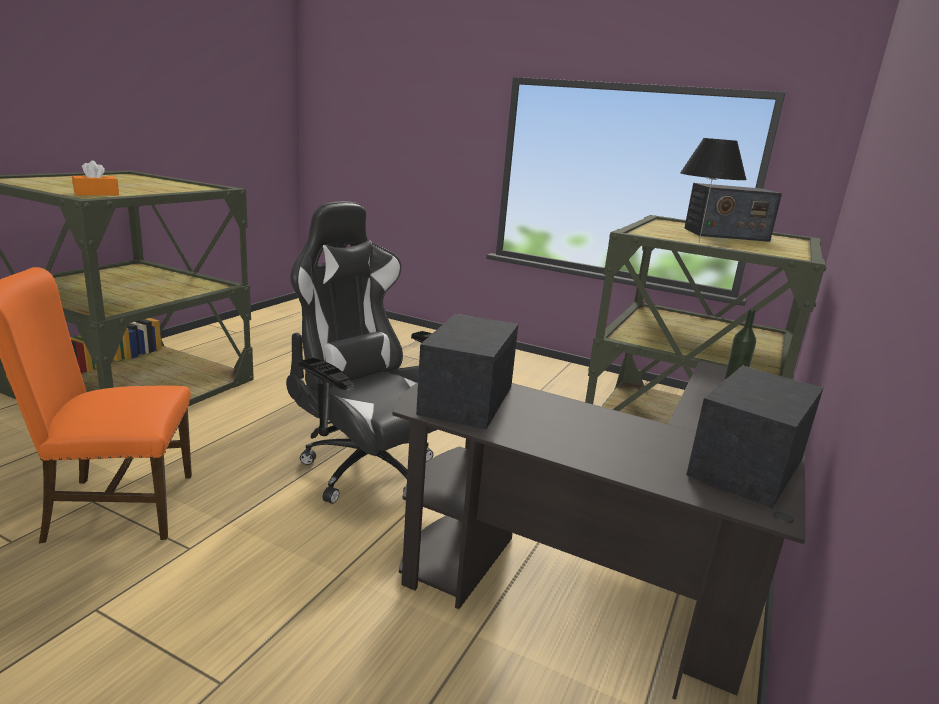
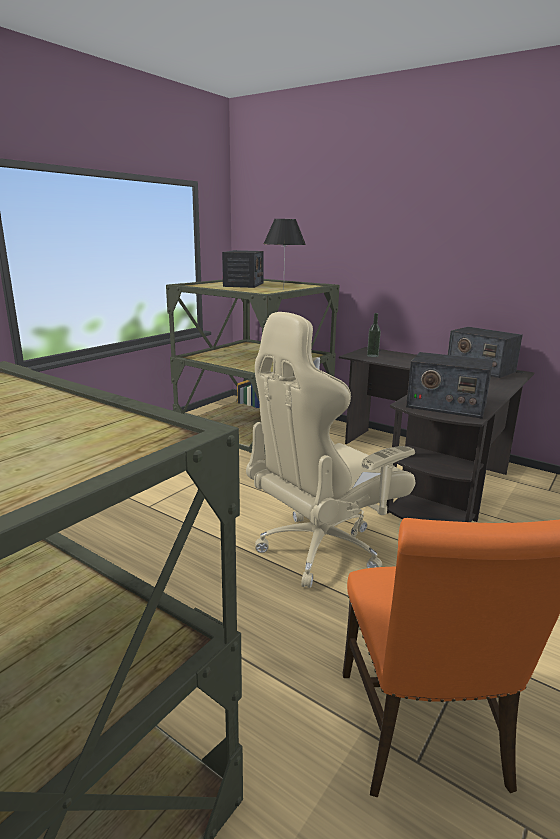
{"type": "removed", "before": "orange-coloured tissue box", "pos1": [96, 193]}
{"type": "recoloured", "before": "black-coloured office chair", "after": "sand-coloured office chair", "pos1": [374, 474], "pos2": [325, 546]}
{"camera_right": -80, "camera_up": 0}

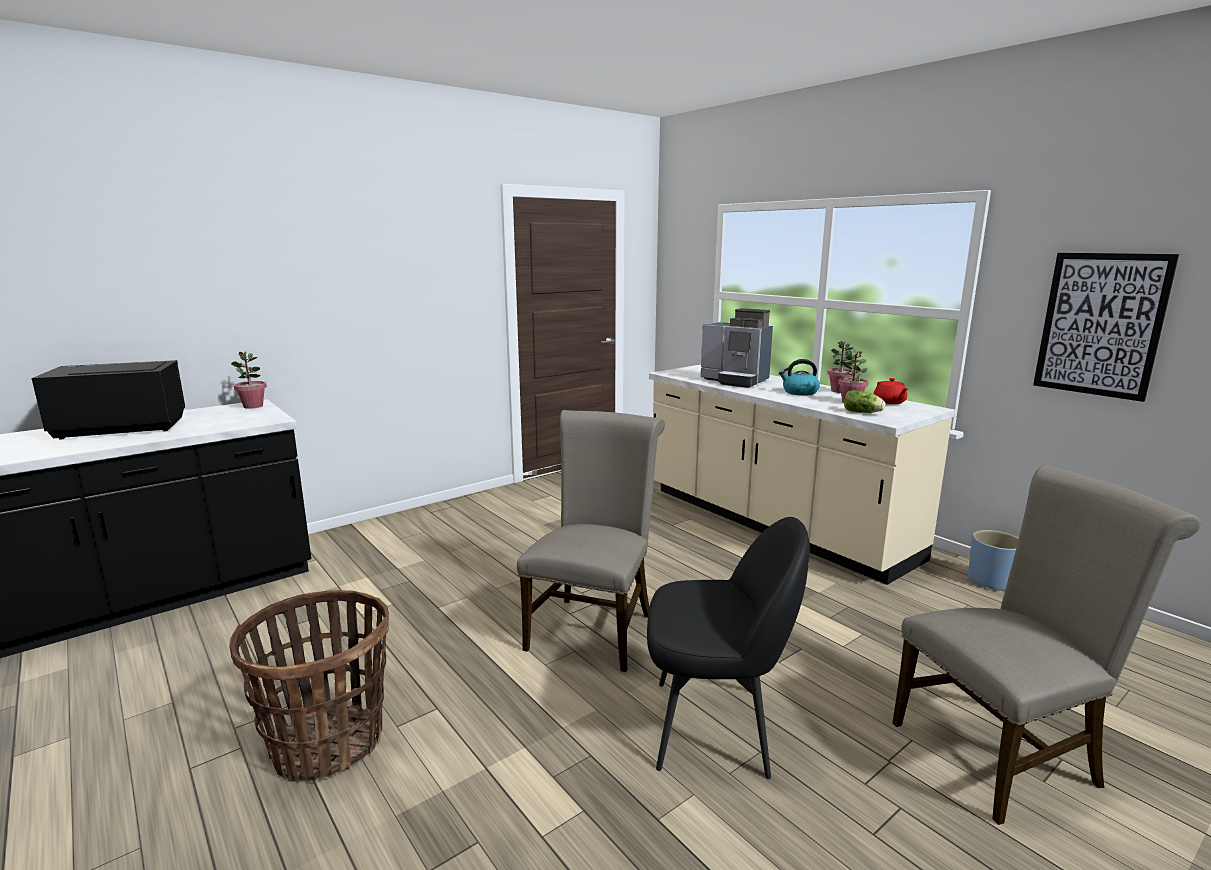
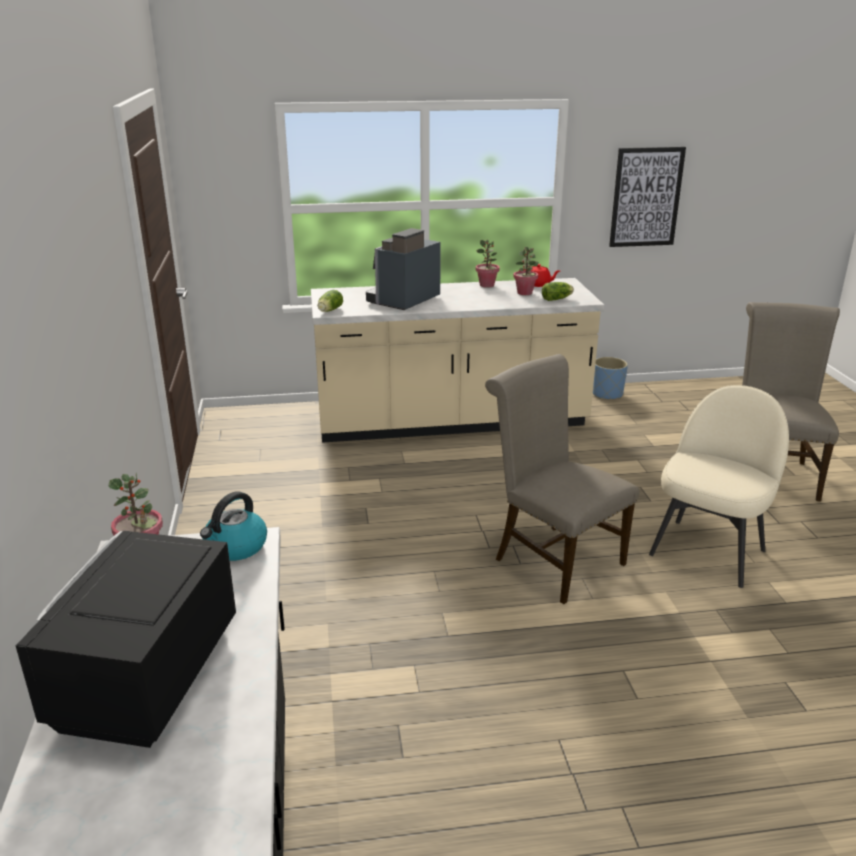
{"type": "turned", "before": "coffee brewer", "pos1": [735, 381], "pos2": [403, 301], "turn": 150}
{"type": "moved", "before": "water kettle", "pos1": [799, 392], "pos2": [235, 547]}
{"type": "recoloured", "before": "black-coloured chair", "after": "sand-coloured chair", "pos1": [715, 727], "pos2": [708, 551]}
{"type": "removed", "before": "basket", "pos1": [328, 743]}
{"type": "added", "after": "head of lettuce", "pos2": [329, 310]}
{"camera_right": -60, "camera_up": 10}

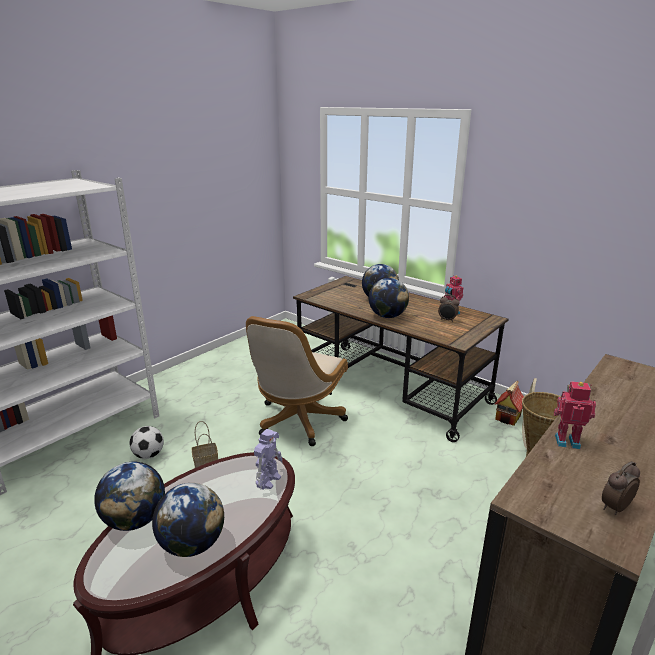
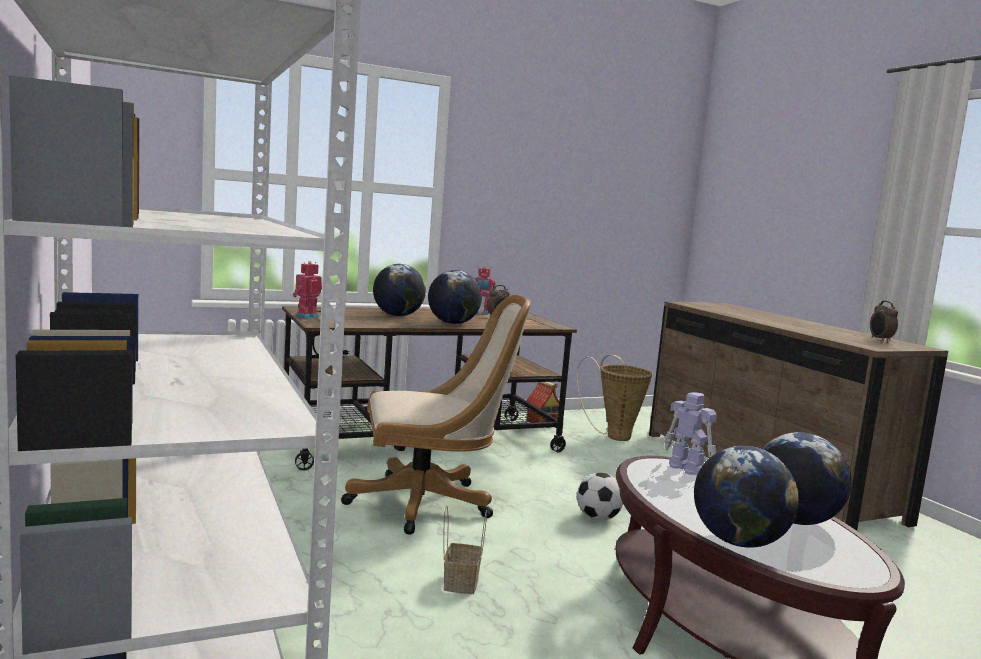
{"type": "turned", "before": "office chair", "pos1": [297, 423], "pos2": [430, 503], "turn": -60}
{"type": "moved", "before": "model robot", "pos1": [567, 440], "pos2": [306, 316]}
{"type": "moved", "before": "football ball", "pos1": [149, 455], "pos2": [598, 518]}
{"camera_right": -65, "camera_up": -15}

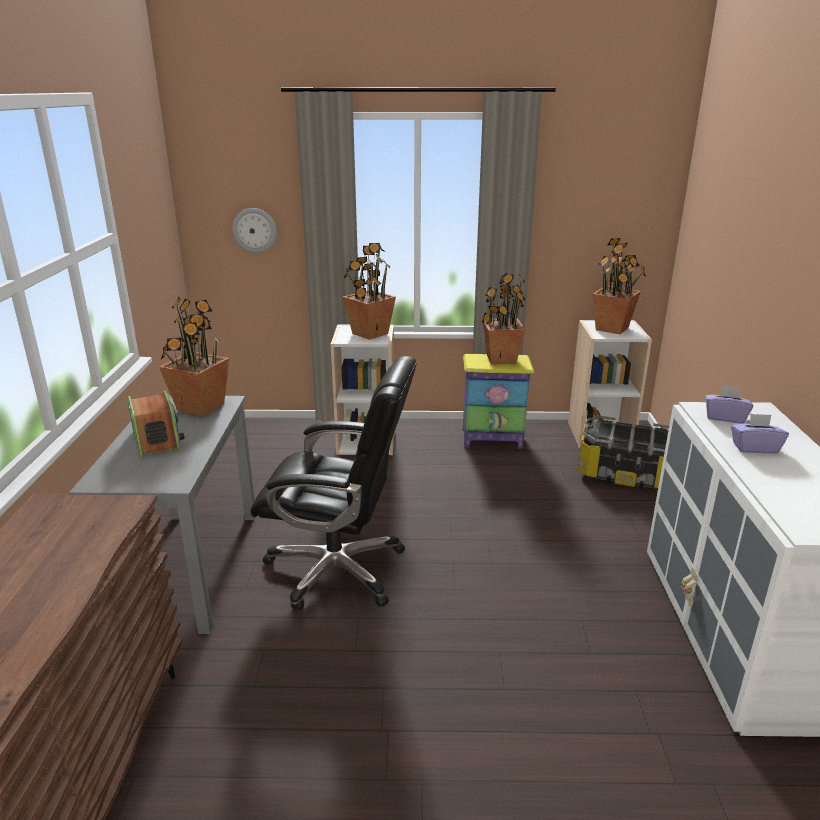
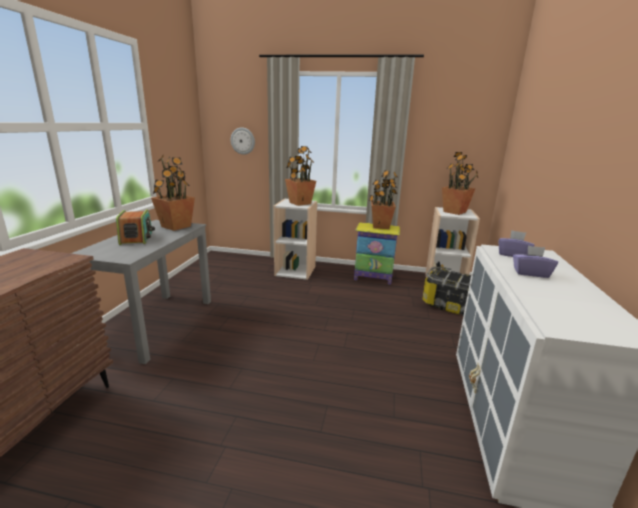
{"type": "removed", "before": "black-coloured office chair", "pos1": [338, 570]}
{"camera_right": 10, "camera_up": -5}

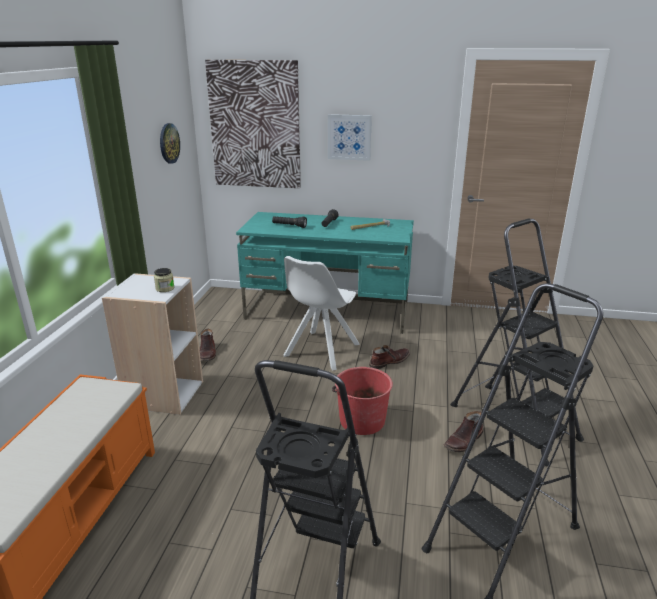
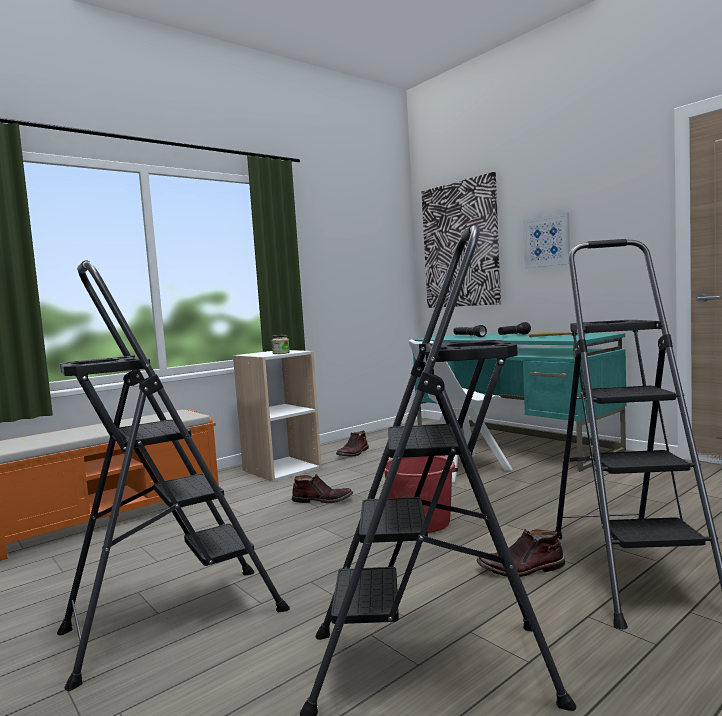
{"type": "removed", "before": "clock on the wall", "pos1": [169, 143]}
{"type": "moved", "before": "brown tall boot", "pos1": [389, 361], "pos2": [322, 500]}
{"camera_right": 40, "camera_up": -20}

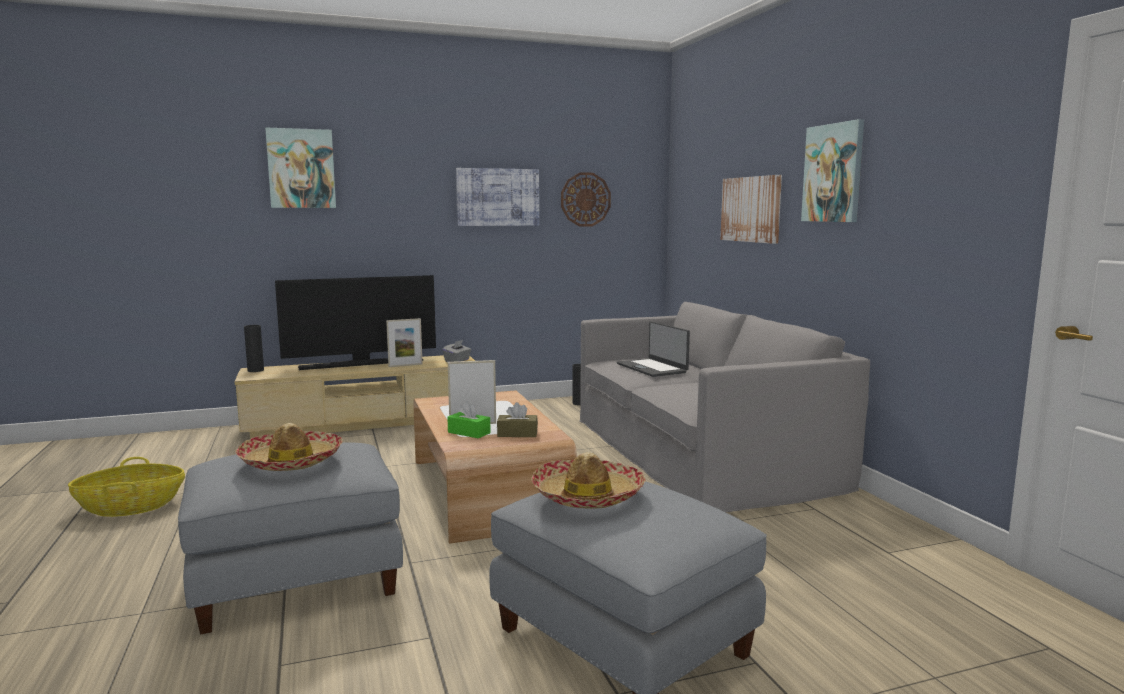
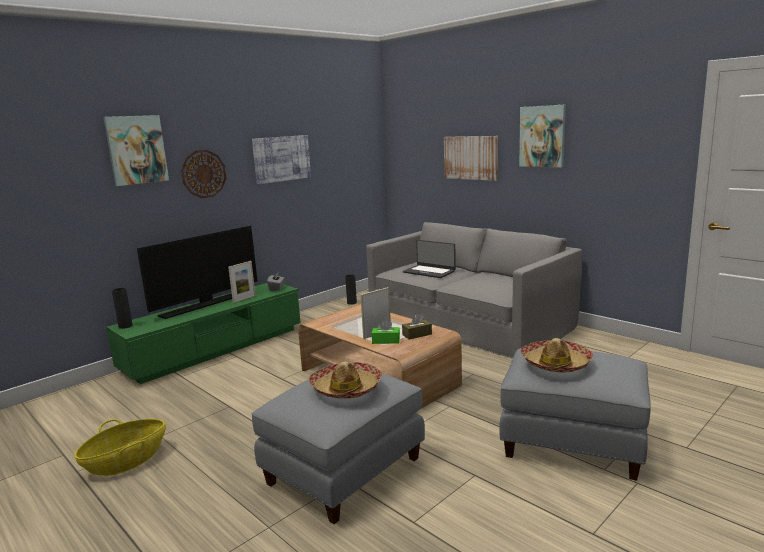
{"type": "moved", "before": "clock on the wall", "pos1": [585, 199], "pos2": [203, 174]}
{"type": "recoloured", "before": "sand-coloured media console", "after": "green media console", "pos1": [364, 422], "pos2": [216, 349]}
{"camera_right": -25, "camera_up": 5}

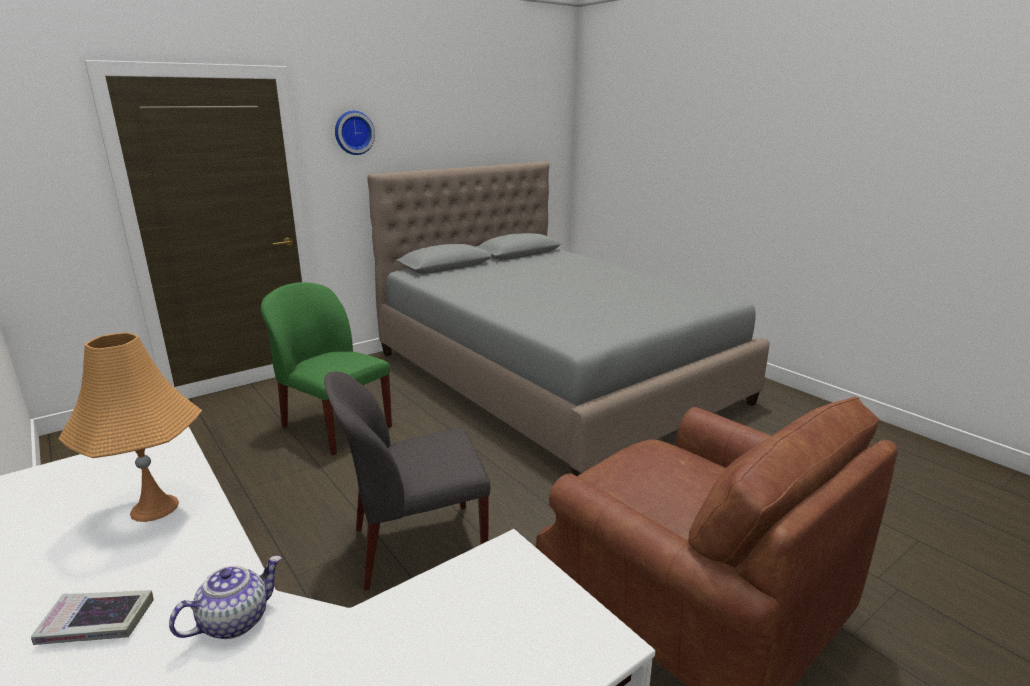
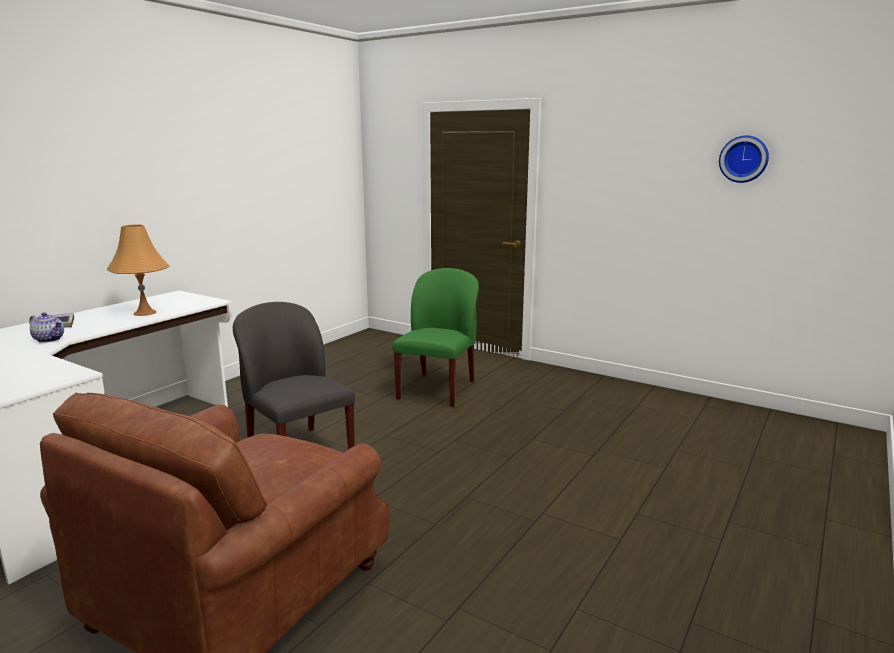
{"type": "moved", "before": "clock on the wall", "pos1": [353, 132], "pos2": [744, 159]}
{"type": "removed", "before": "grey sleeping bed", "pos1": [553, 376]}
{"camera_right": 70, "camera_up": -5}

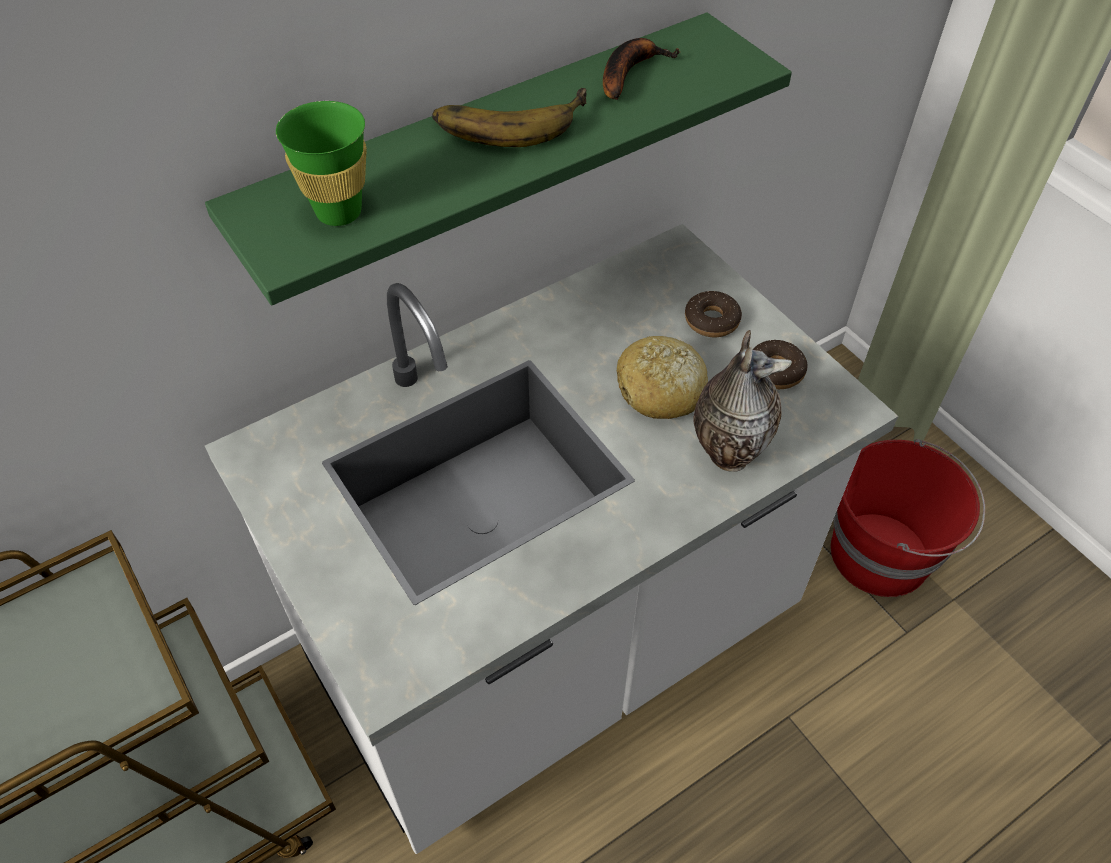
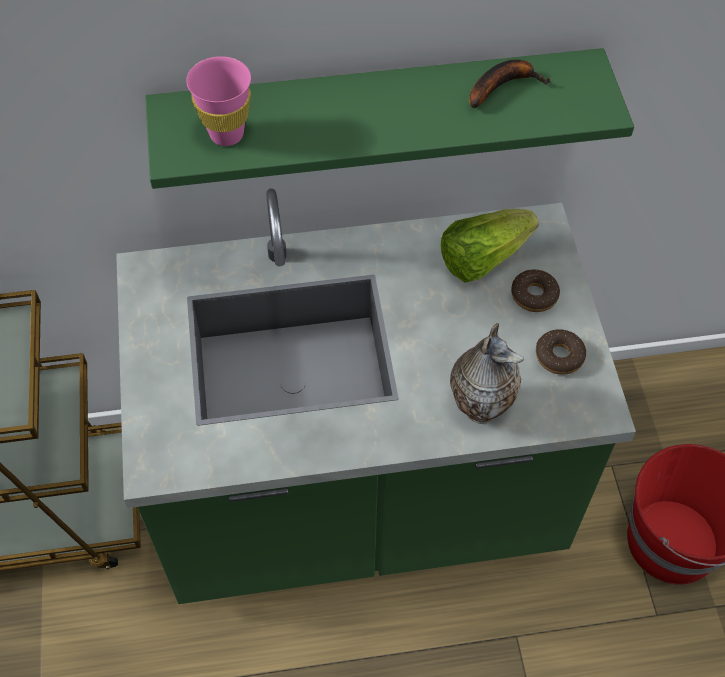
{"type": "removed", "before": "banana", "pos1": [509, 119]}
{"type": "recoloured", "before": "green drinking cup", "after": "pink drinking cup", "pos1": [339, 212], "pos2": [226, 134]}
{"type": "recoloured", "before": "whitish kitchen base unit", "after": "green kitchen base unit", "pos1": [555, 644], "pos2": [361, 498]}
{"type": "removed", "before": "baked bread", "pos1": [660, 390]}
{"type": "added", "after": "head of lettuce", "pos2": [482, 258]}
{"camera_right": 25, "camera_up": 5}

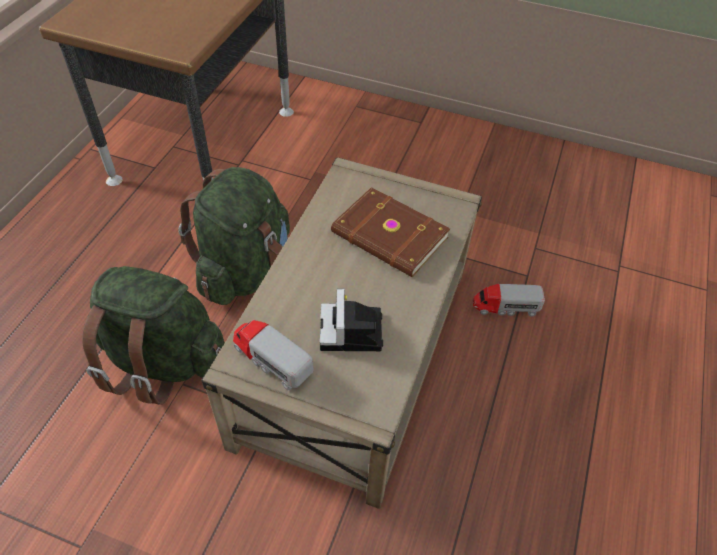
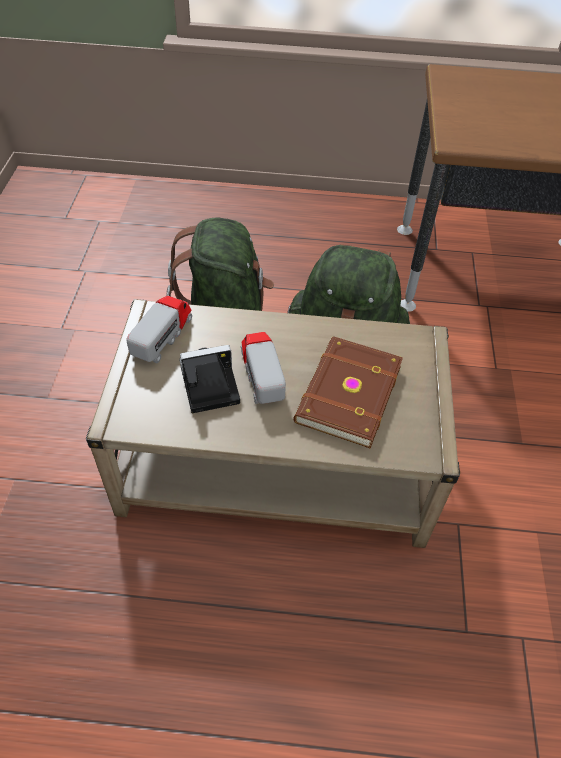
{"type": "moved", "before": "model truck", "pos1": [505, 306], "pos2": [262, 374]}
{"camera_right": 75, "camera_up": 0}

